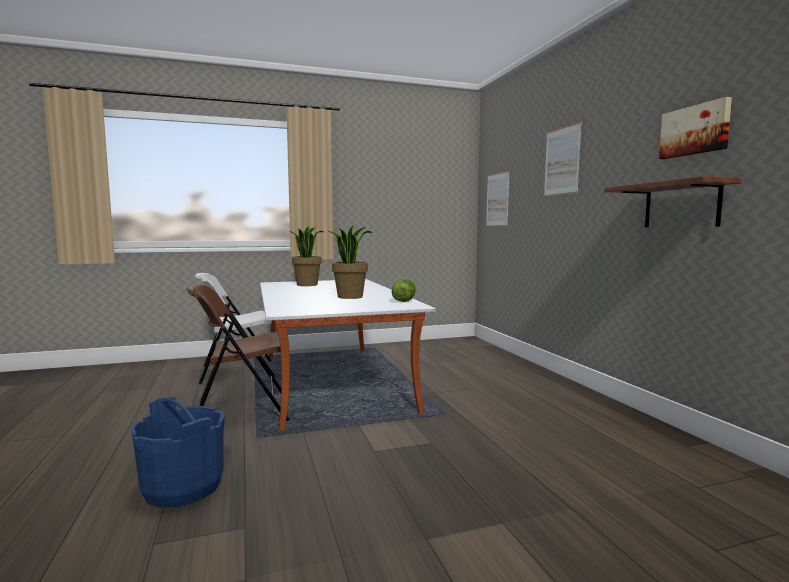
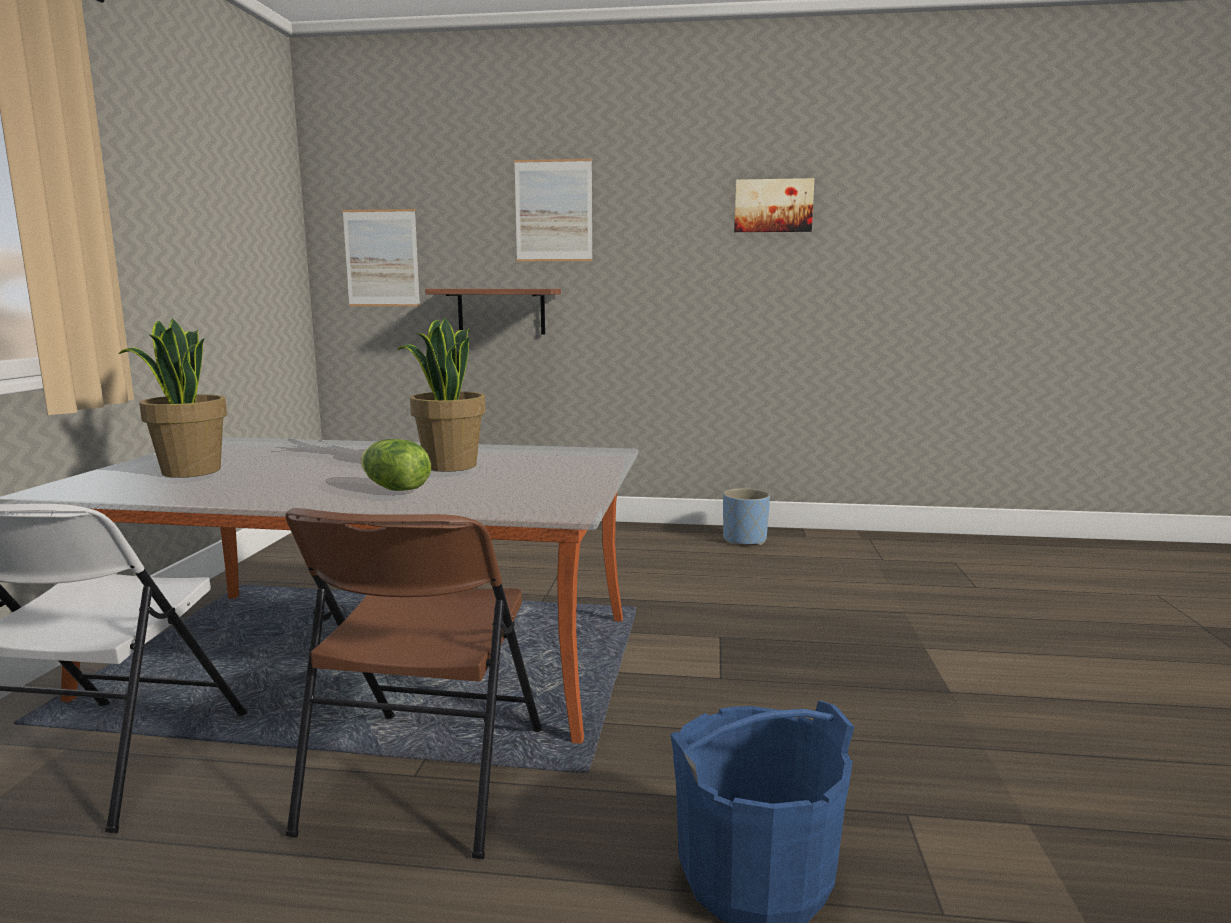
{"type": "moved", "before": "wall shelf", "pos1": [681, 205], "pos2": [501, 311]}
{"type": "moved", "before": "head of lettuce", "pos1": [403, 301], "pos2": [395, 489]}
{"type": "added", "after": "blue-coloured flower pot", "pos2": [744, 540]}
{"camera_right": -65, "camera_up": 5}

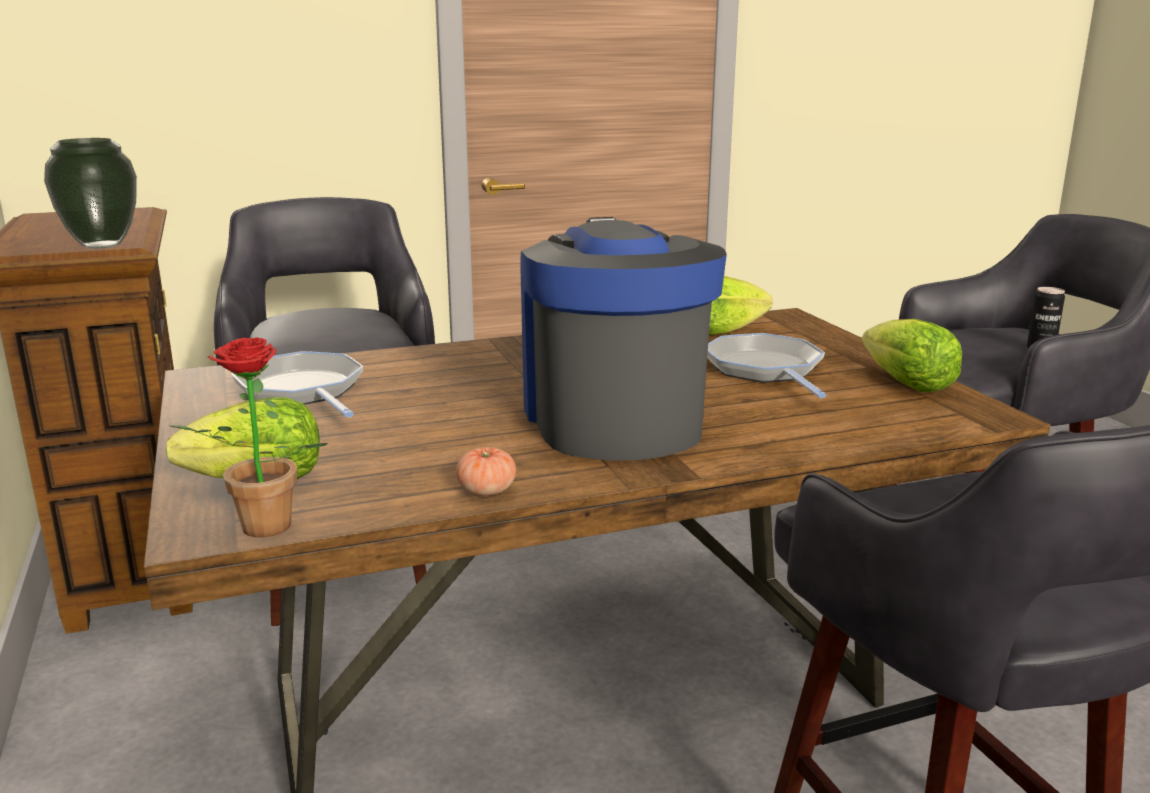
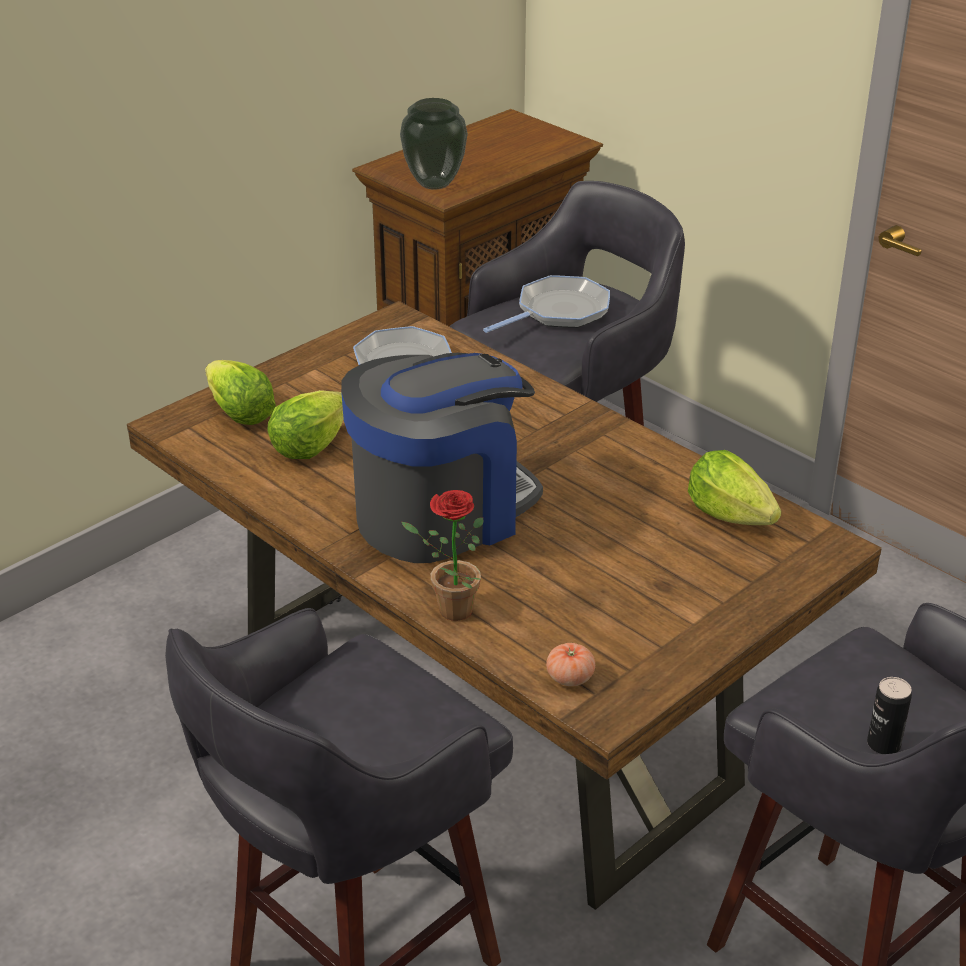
{"type": "moved", "before": "head of lettuce", "pos1": [907, 385], "pos2": [309, 446]}
{"type": "moved", "before": "pan", "pos1": [766, 370], "pos2": [558, 312]}
{"type": "moved", "before": "plant in a pot", "pos1": [258, 531], "pos2": [448, 609]}
{"type": "moved", "before": "fresh tomato", "pos1": [486, 490], "pos2": [570, 677]}
{"camera_right": 65, "camera_up": 15}

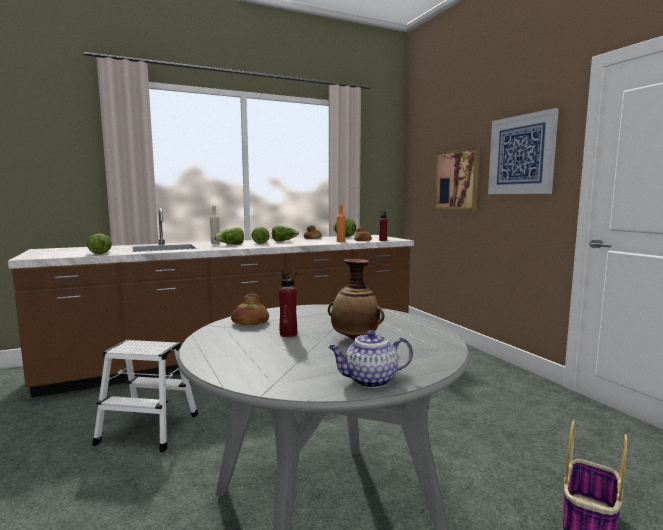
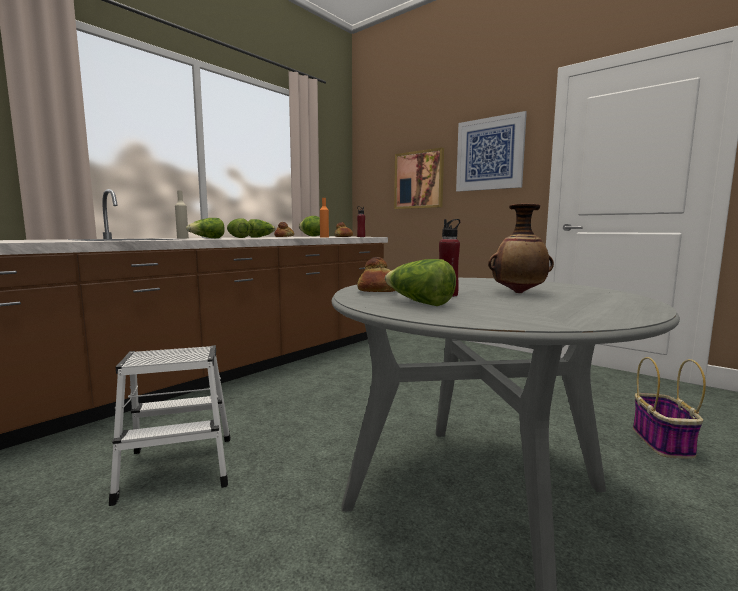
{"type": "moved", "before": "head of lettuce", "pos1": [100, 252], "pos2": [418, 303]}
{"type": "removed", "before": "teapot", "pos1": [369, 381]}
{"camera_right": -25, "camera_up": 0}

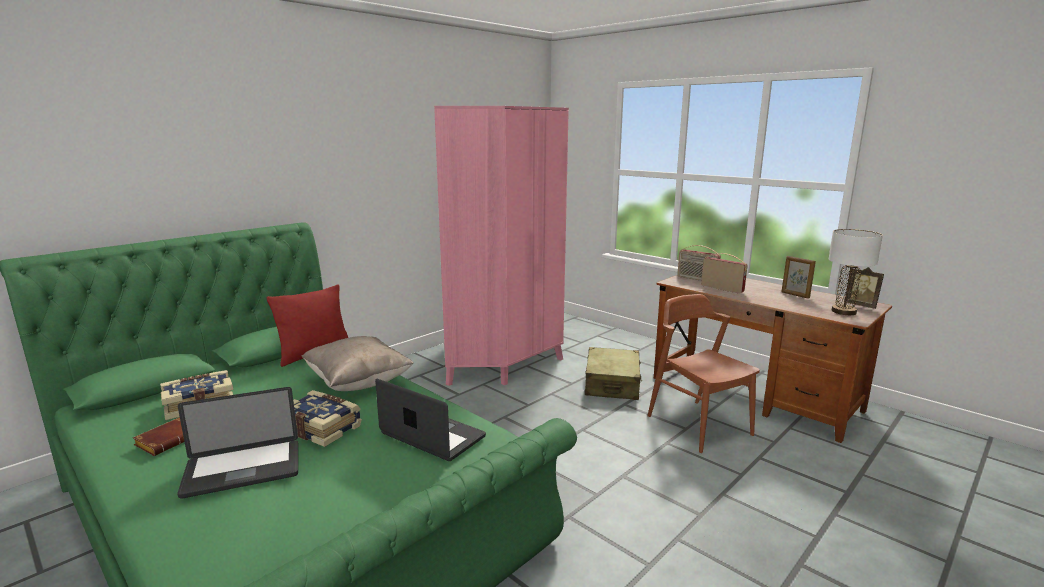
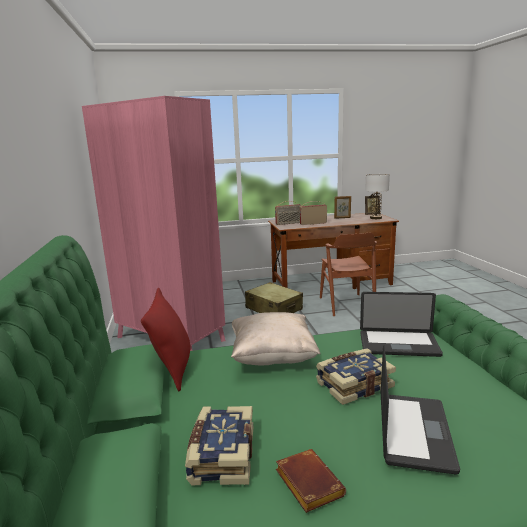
{"type": "turned", "before": "brown chair", "pos1": [698, 425], "pos2": [346, 304], "turn": -105}
{"type": "turned", "before": "portable computer", "pos1": [432, 435], "pos2": [398, 344], "turn": -150}
{"camera_right": -55, "camera_up": 0}

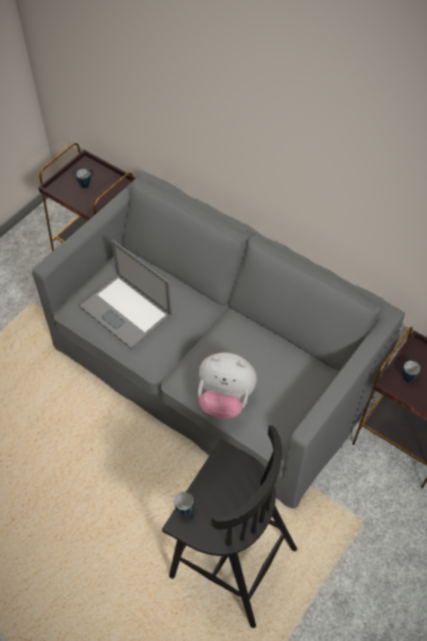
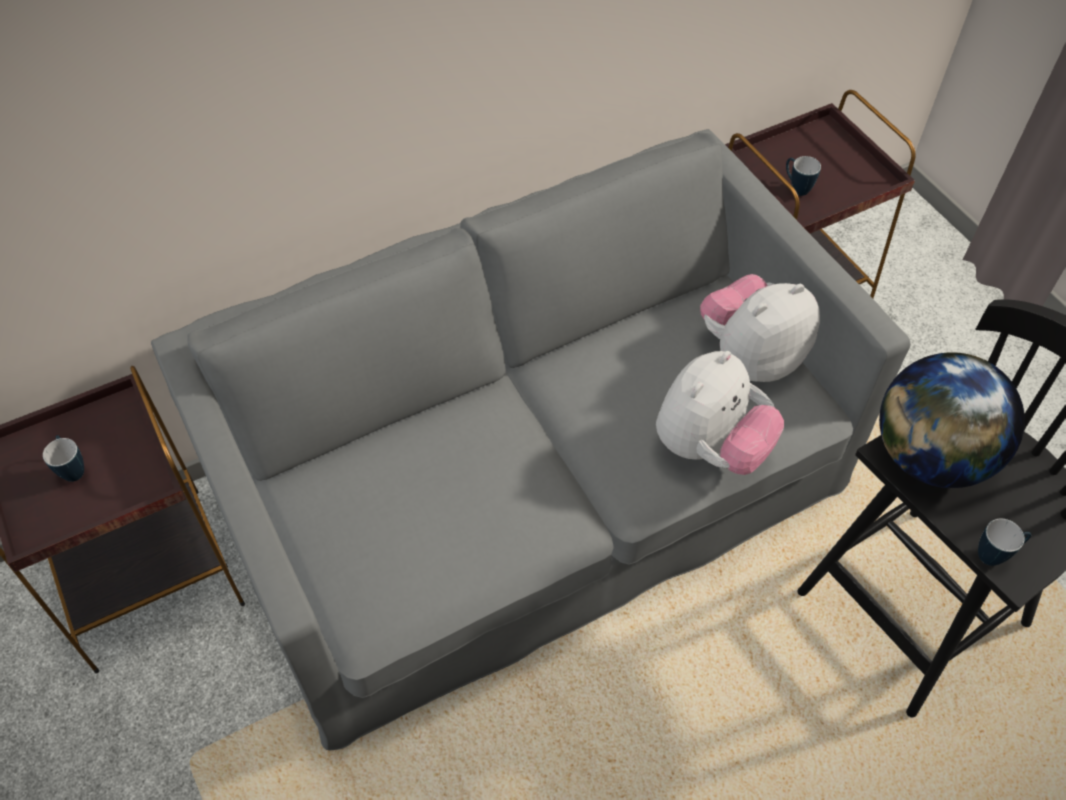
{"type": "removed", "before": "portable computer", "pos1": [125, 311]}
{"type": "added", "after": "soft toy", "pos2": [750, 356]}
{"type": "added", "after": "desk globe", "pos2": [929, 457]}
{"camera_right": -65, "camera_up": 0}

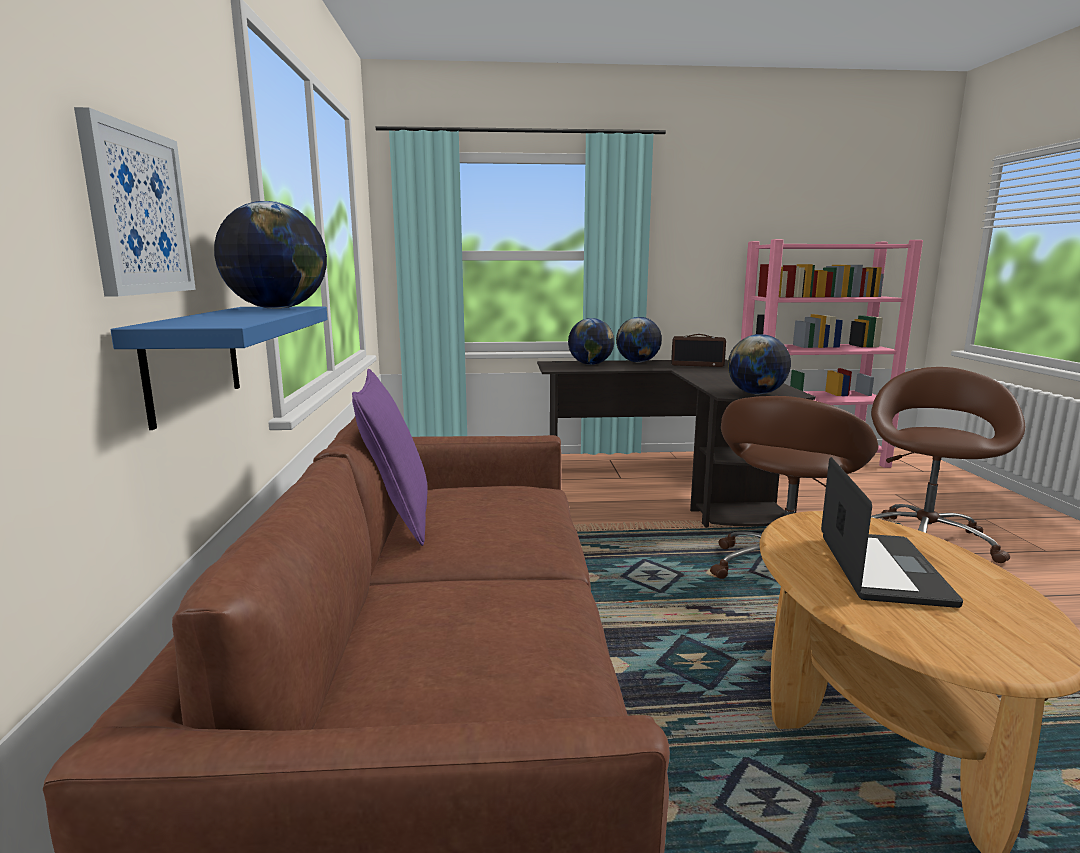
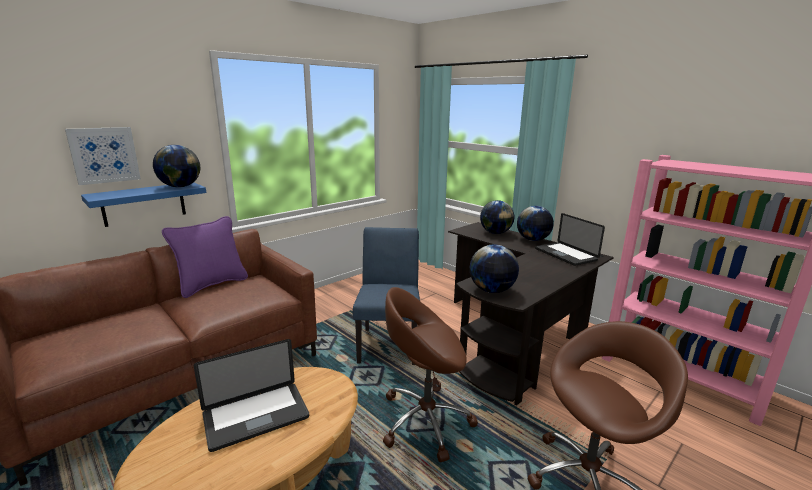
{"type": "replaced", "before": "radio", "after": "portable computer", "pos1": [698, 364], "pos2": [565, 254]}
{"type": "added", "after": "blue-coloured chair", "pos2": [389, 342]}
{"camera_right": 50, "camera_up": 5}

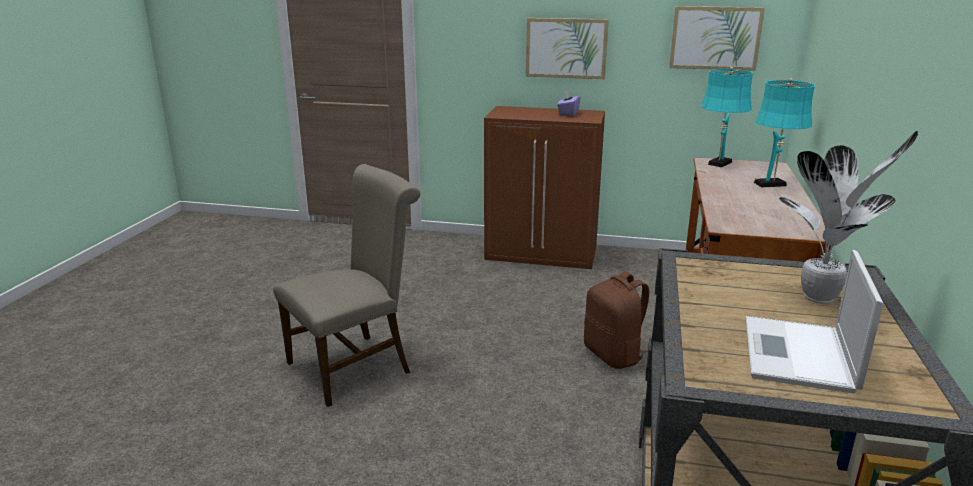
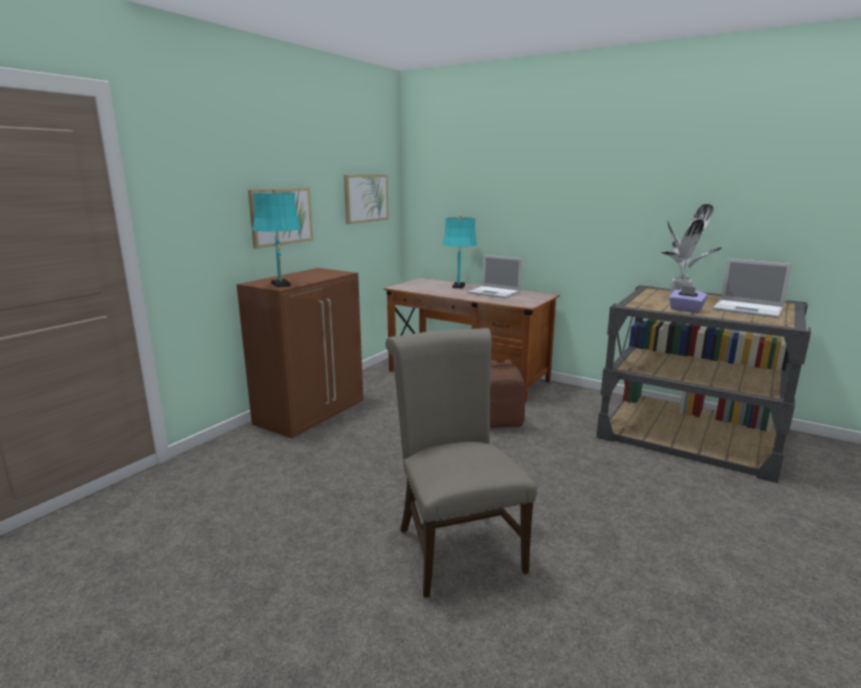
{"type": "moved", "before": "turquoise-coloured lamp for a table", "pos1": [718, 164], "pos2": [281, 285]}
{"type": "moved", "before": "purplish tissue box", "pos1": [568, 113], "pos2": [685, 310]}
{"type": "added", "after": "portable computer", "pos2": [495, 292]}
{"camera_right": -70, "camera_up": -5}

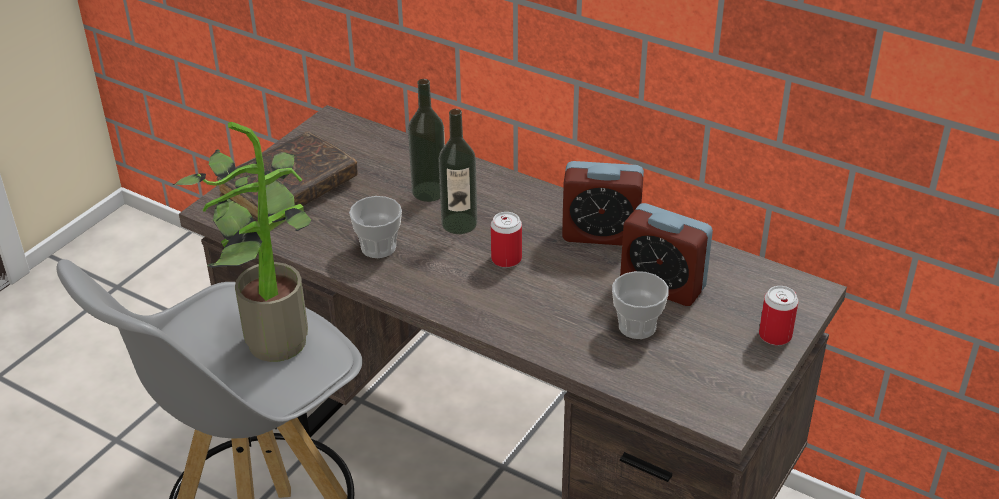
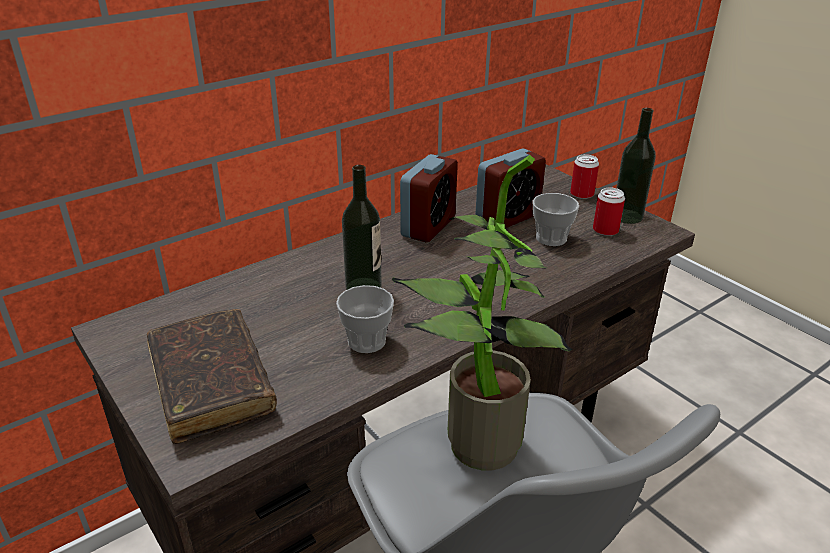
{"type": "moved", "before": "drink bottle", "pos1": [429, 191], "pos2": [627, 216]}
{"type": "moved", "before": "sealed can", "pos1": [506, 259], "pos2": [605, 230]}
{"camera_right": -70, "camera_up": -5}

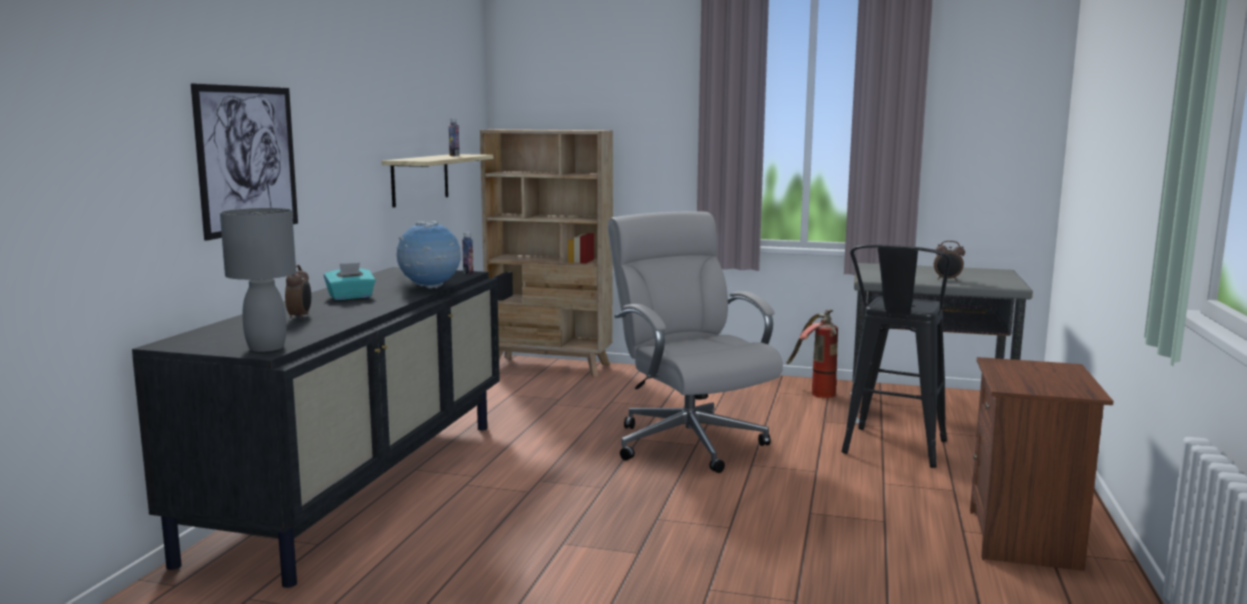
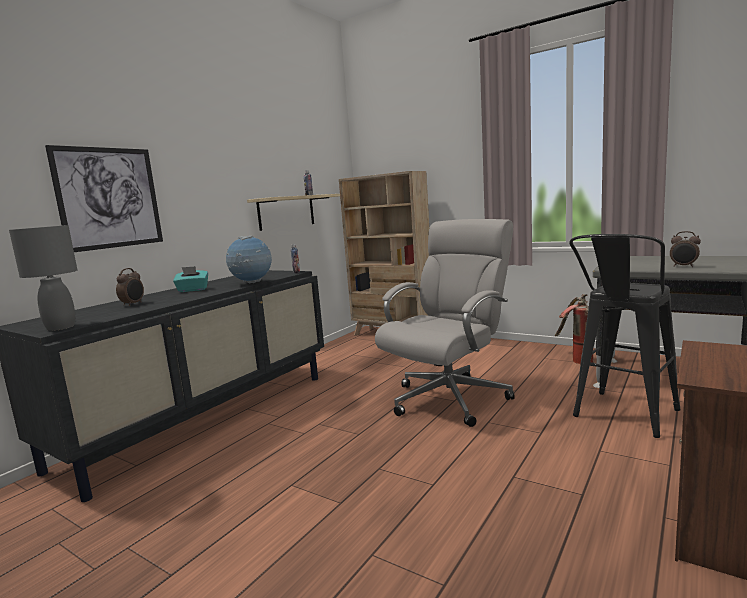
{"type": "turned", "before": "grey office chair", "pos1": [689, 444], "pos2": [448, 400], "turn": 60}
{"camera_right": 20, "camera_up": 0}

